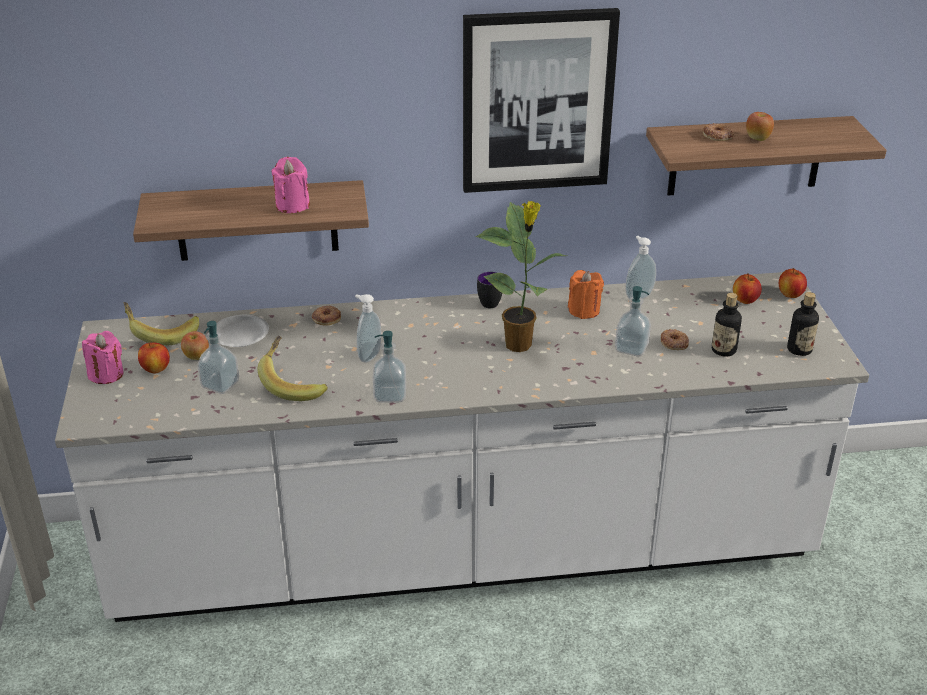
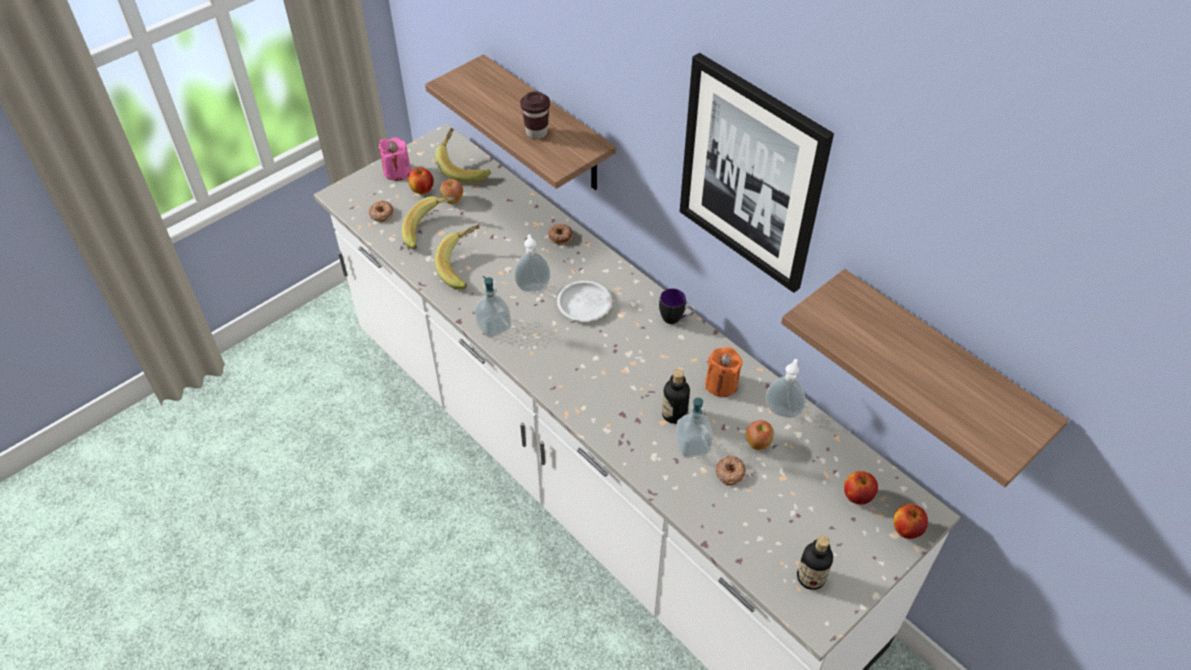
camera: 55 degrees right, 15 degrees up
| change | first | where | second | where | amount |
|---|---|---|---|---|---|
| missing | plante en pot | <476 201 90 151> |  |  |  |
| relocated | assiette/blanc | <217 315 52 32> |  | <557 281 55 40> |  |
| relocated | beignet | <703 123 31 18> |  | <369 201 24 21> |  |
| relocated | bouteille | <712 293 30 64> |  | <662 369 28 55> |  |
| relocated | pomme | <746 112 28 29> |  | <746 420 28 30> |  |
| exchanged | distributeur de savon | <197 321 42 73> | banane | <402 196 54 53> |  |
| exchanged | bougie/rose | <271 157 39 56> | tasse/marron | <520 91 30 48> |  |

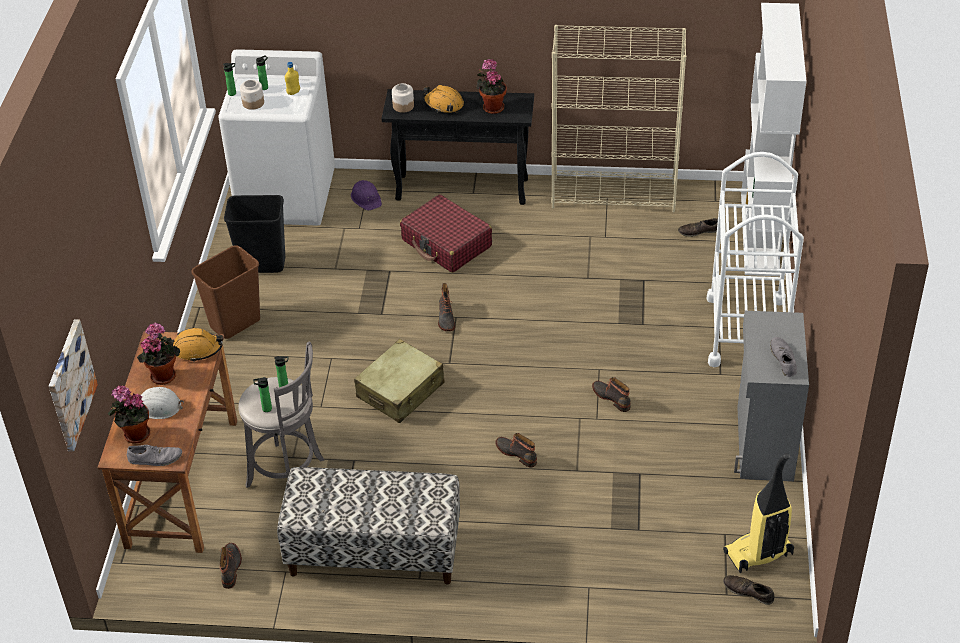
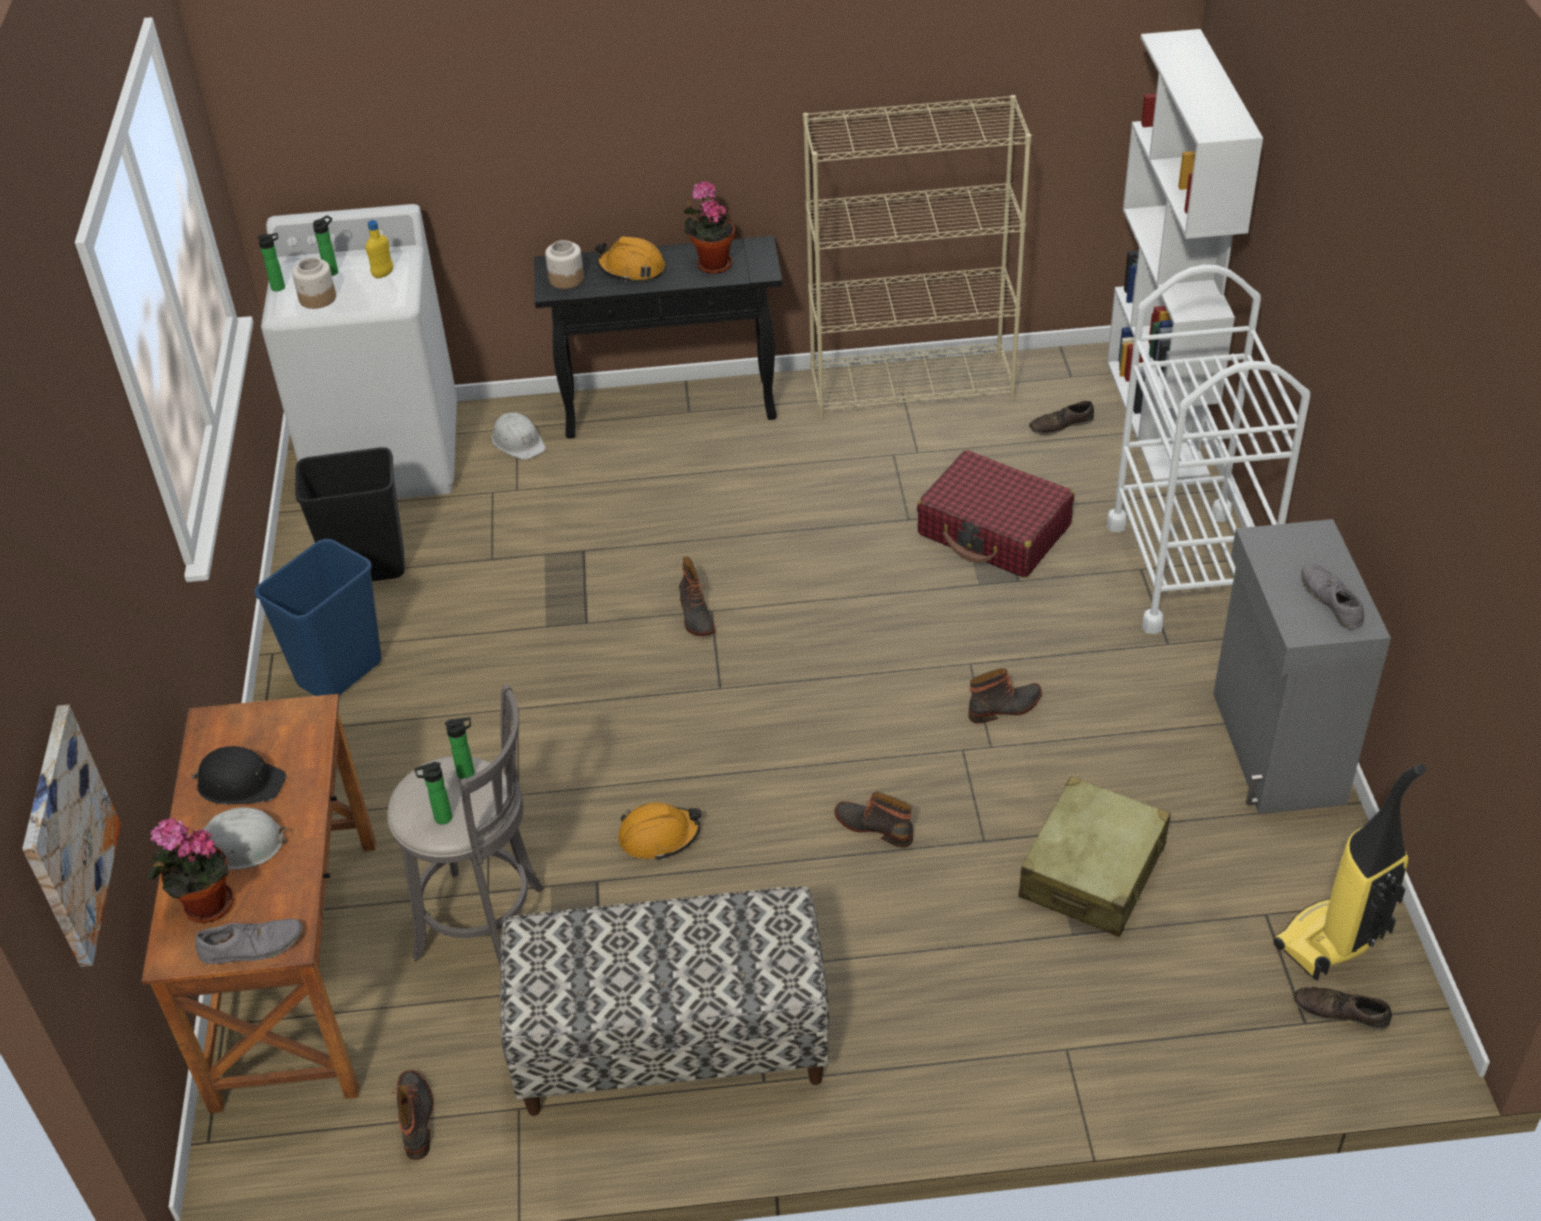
camera: 10 degrees left, 0 degrees up
| change | first | where | second | where | amount |
|---|---|---|---|---|---|
| relocated | casque de chantier/orange | <173 328 50 34> |  | <618 802 83 59> |  |
| relocated | valise/beige | <354 339 90 84> |  | <1018 776 153 161> |  |
| relocated | valise/rouge | <400 195 92 78> |  | <917 450 157 128> |  |
| exchanged | plante en pot | <137 323 43 62> | casque de chantier/noir | <190 746 96 58> |  |
| colour | poubelle/marron | <191 245 69 94> | poubelle/bleu | <254 539 128 157> |  |
| colour | casque de chantier/violet | <351 180 31 30> | casque de chantier/blanc | <492 412 54 48> |  |
| spun | botte | <592 377 39 35> |  | <968 668 74 56> | 120 degrees clockwise |

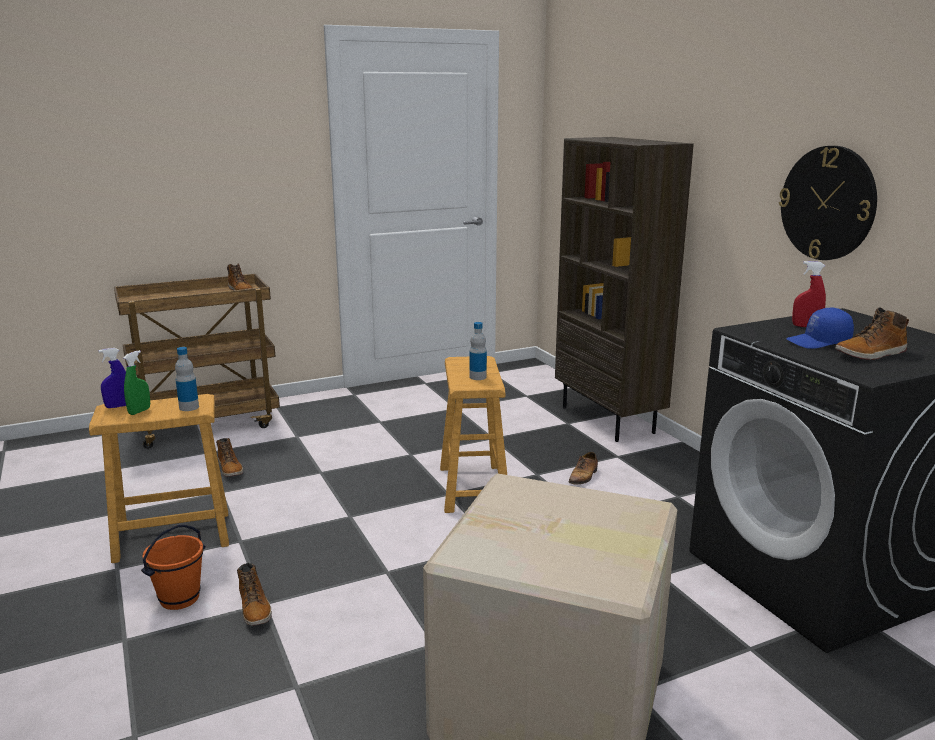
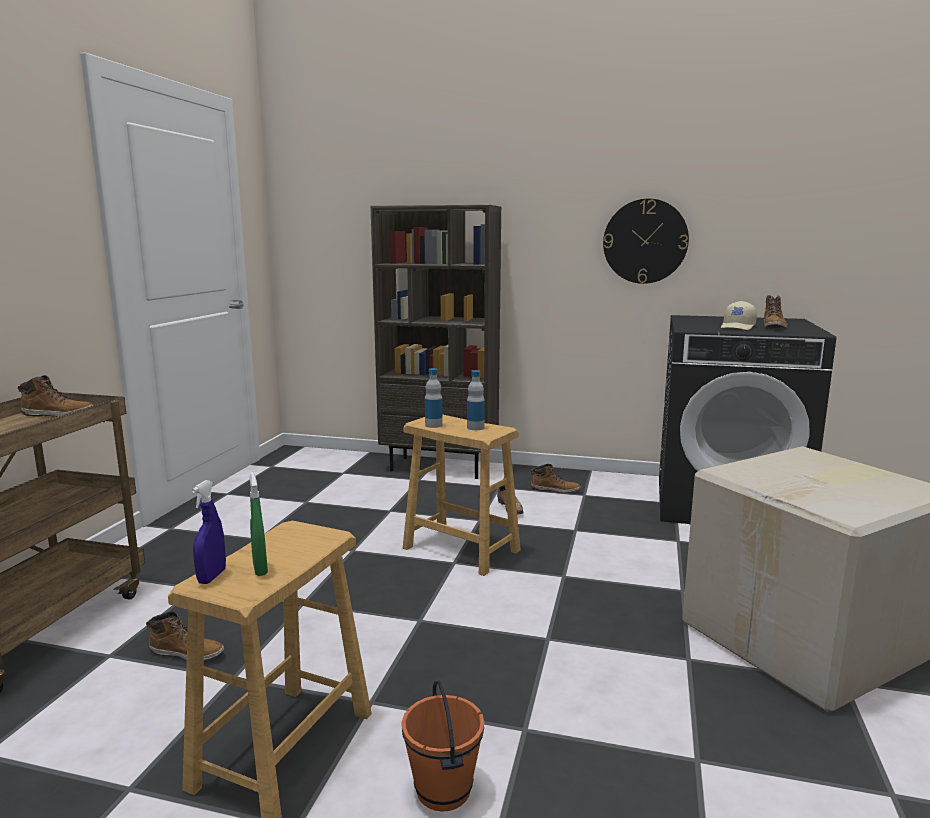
camera: 50 degrees left, 5 degrees down
| change | first | where | second | where | amount |
|---|---|---|---|---|---|
| missing | vaporisateur/rouge | <792 261 34 66> |  |  |  |
| relocated | bouteille | <175 347 24 64> |  | <425 368 17 60> |  |
| relocated | botte | <237 563 35 63> |  | <531 464 50 29> |  |
| colour | casquette/bleu | <786 308 68 41> | casquette/beige | <721 301 36 29> |  |

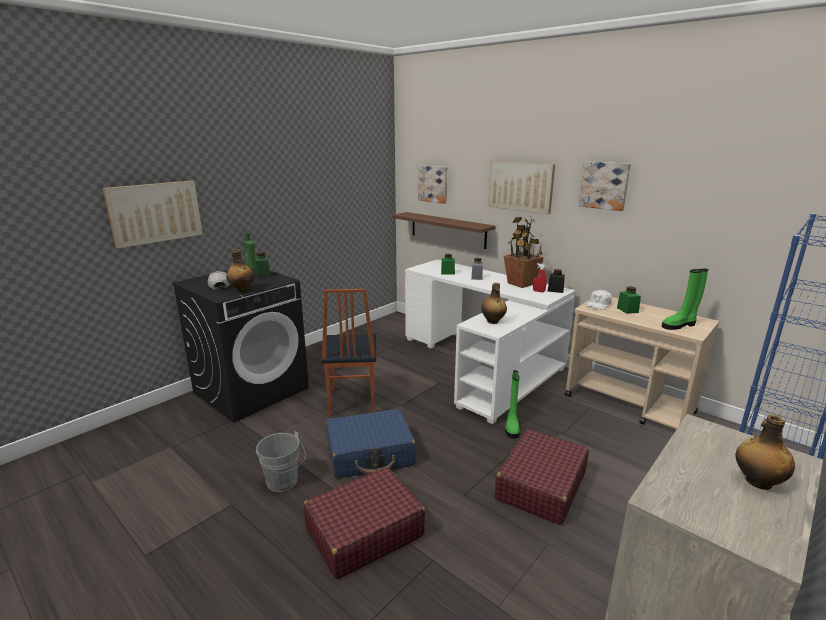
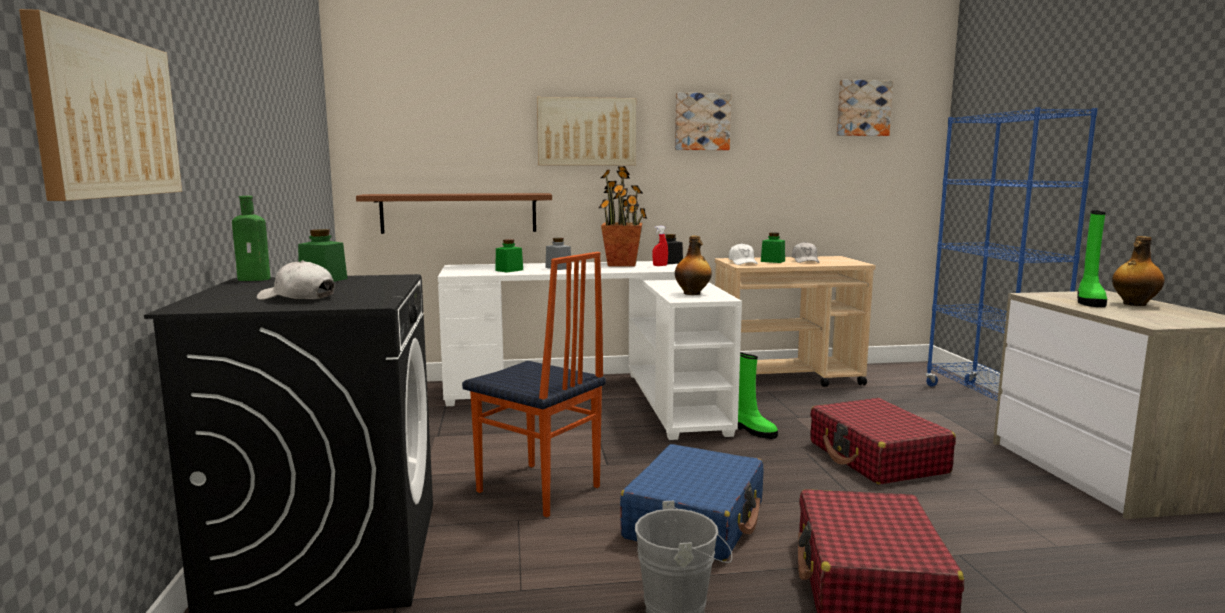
camera: 50 degrees left, 10 degrees down
| change | first | where | second | where | amount |
|---|---|---|---|---|---|
| missing | bouteille | <226 249 28 43> |  |  |  |
| appeared |  |  | casquette/blanc | <792 242 28 21> |  |
| relocated | tableau | <418 165 30 39> |  | <837 80 56 56> |  |
| relocated | botte/vert | <662 269 46 61> |  | <1077 210 30 97> |  |

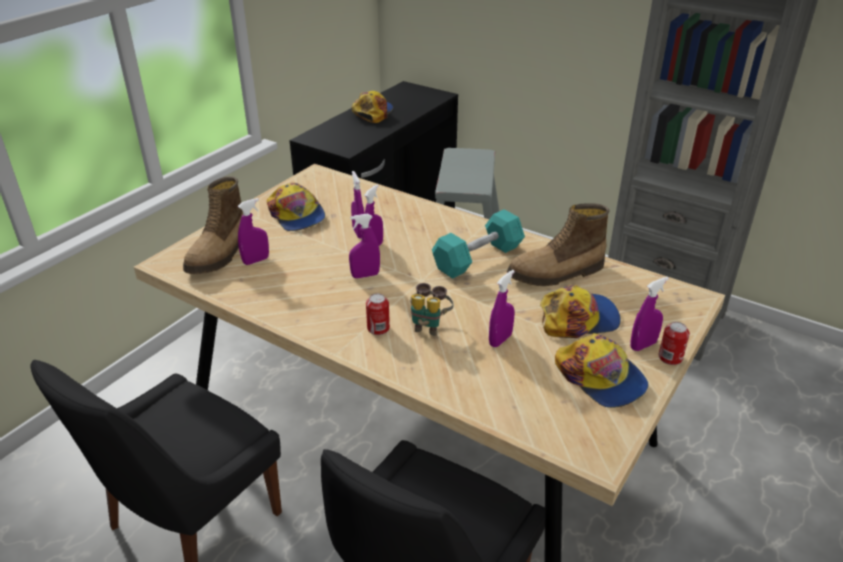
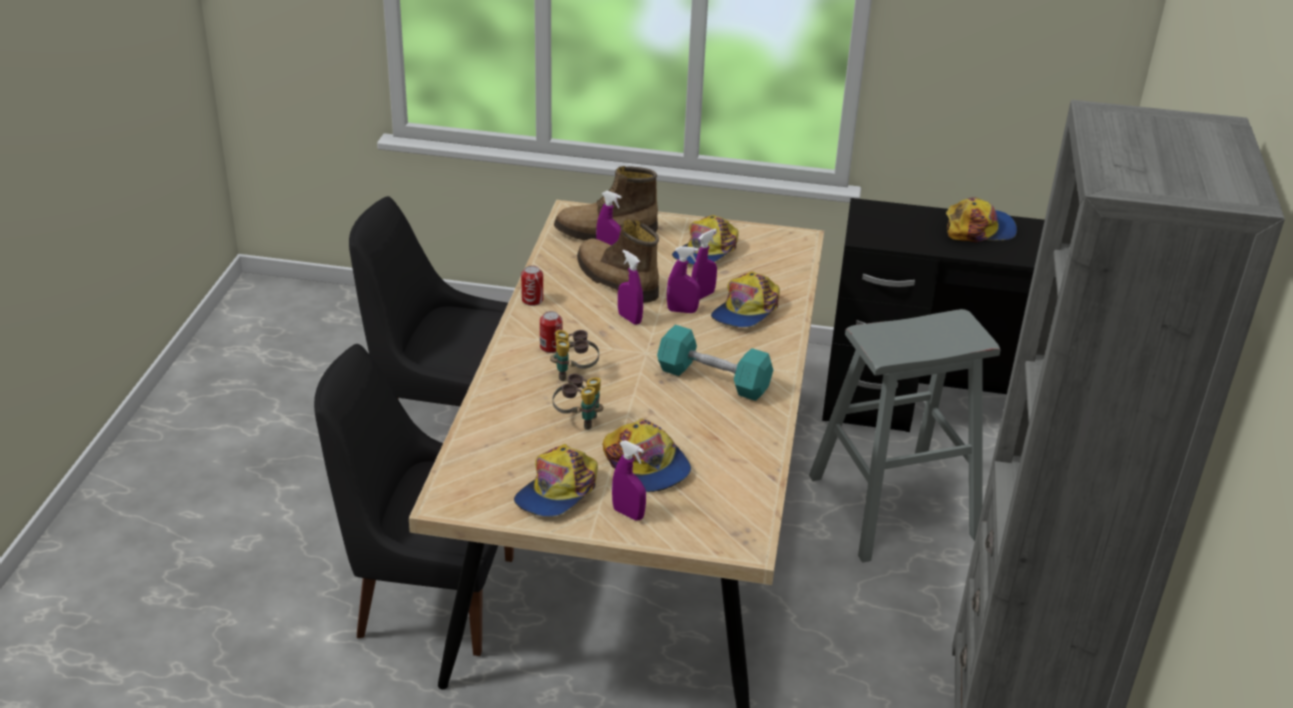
camera: 65 degrees right, 0 degrees up
| change | first | where | second | where | amount |
|---|---|---|---|---|---|
| appeared |  |  | casquette | <711 272 69 55> |  |
| relocated | botte | <507 203 103 83> |  | <577 219 82 84> |  |
| relocated | boîte métallique | <659 322 31 43> |  | <521 266 22 40> |  |
| exchanged | vaporisateur/violet | <489 270 26 77> | jumelles | <552 373 51 57> |  |

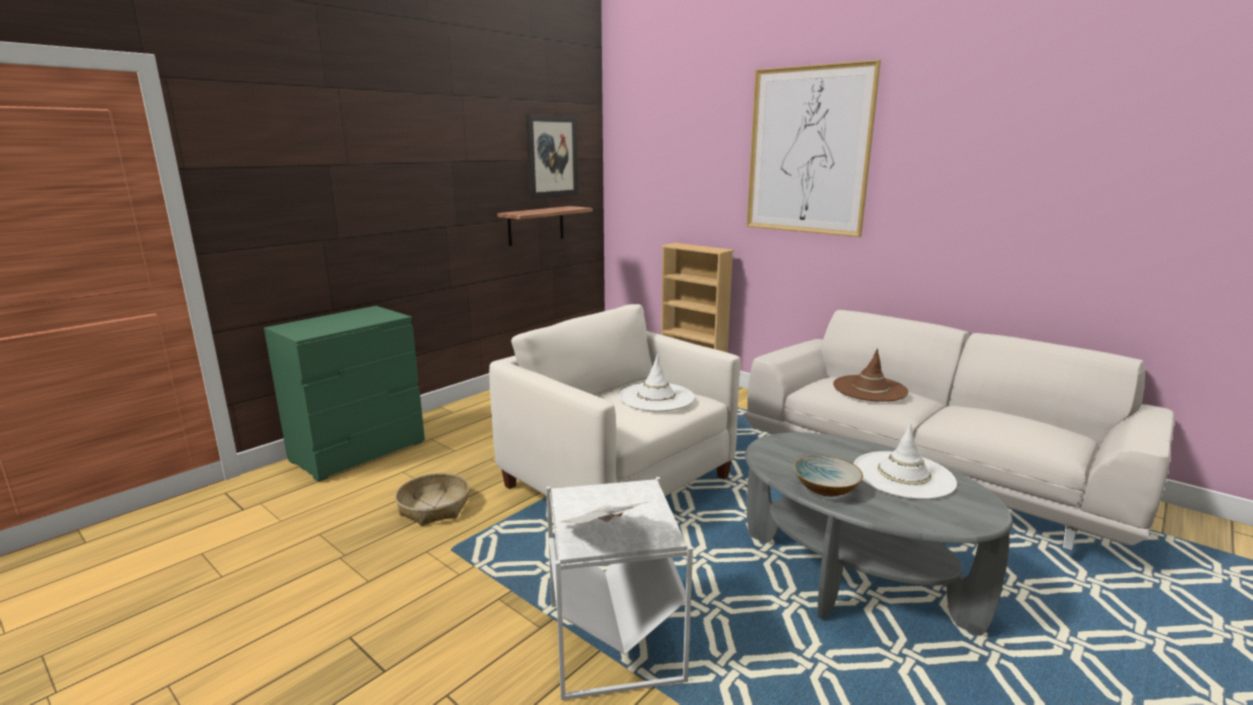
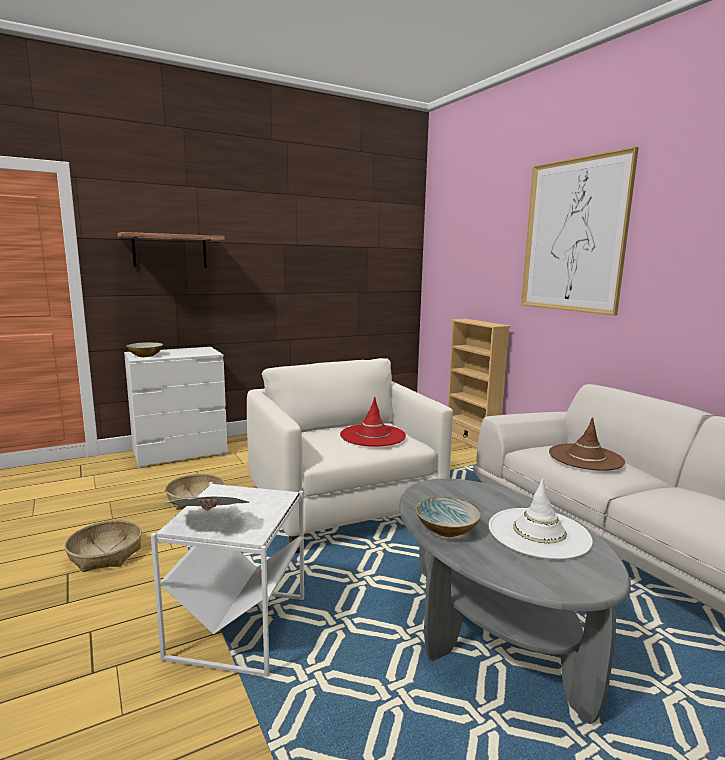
camera: 20 degrees right, 5 degrees down
| change | first | where | second | where | amount |
|---|---|---|---|---|---|
| missing | tableau | <526 114 52 85> |  |  |  |
| appeared |  |  | panier | <64 520 78 52> |  |
| appeared |  |  | bol | <126 342 37 15> |  |
| relocated | étagère | <497 206 96 40> |  | <118 232 107 36> |  |
| colour | commode/vert | <264 306 161 176> | commode/blanc | <124 347 104 121> |  |
| colour | chapeau/blanc | <619 353 75 59> | chapeau/rouge | <340 397 66 50> |  |

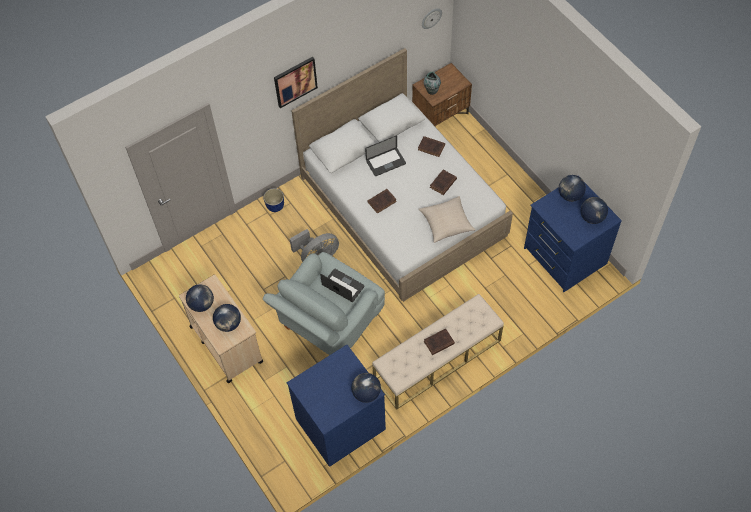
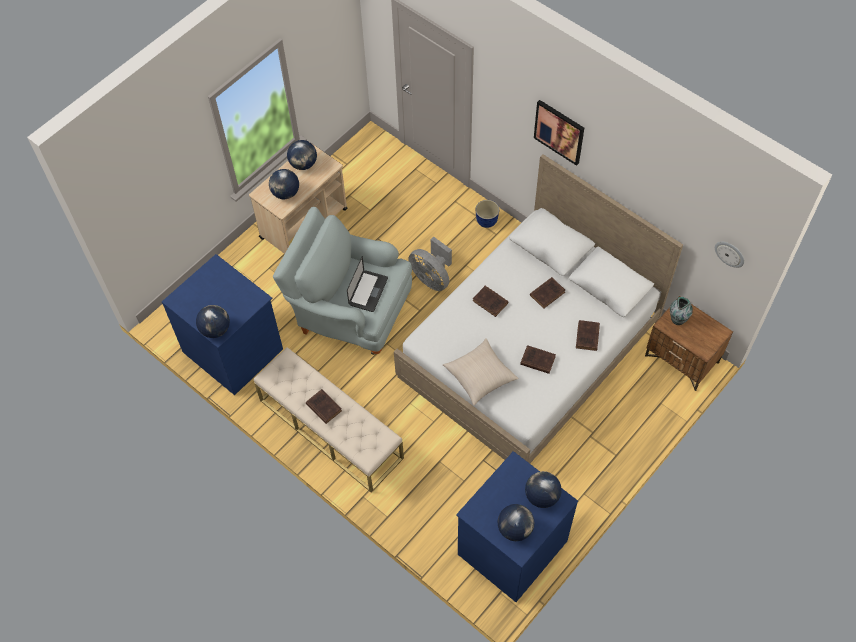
camera: 75 degrees right, 0 degrees up
| change | first | where | second | where | amount |
|---|---|---|---|---|---|
| exchanged | ordinateur portable | <365 136 41 40> | livre/marron | <530 277 35 32> |  |

